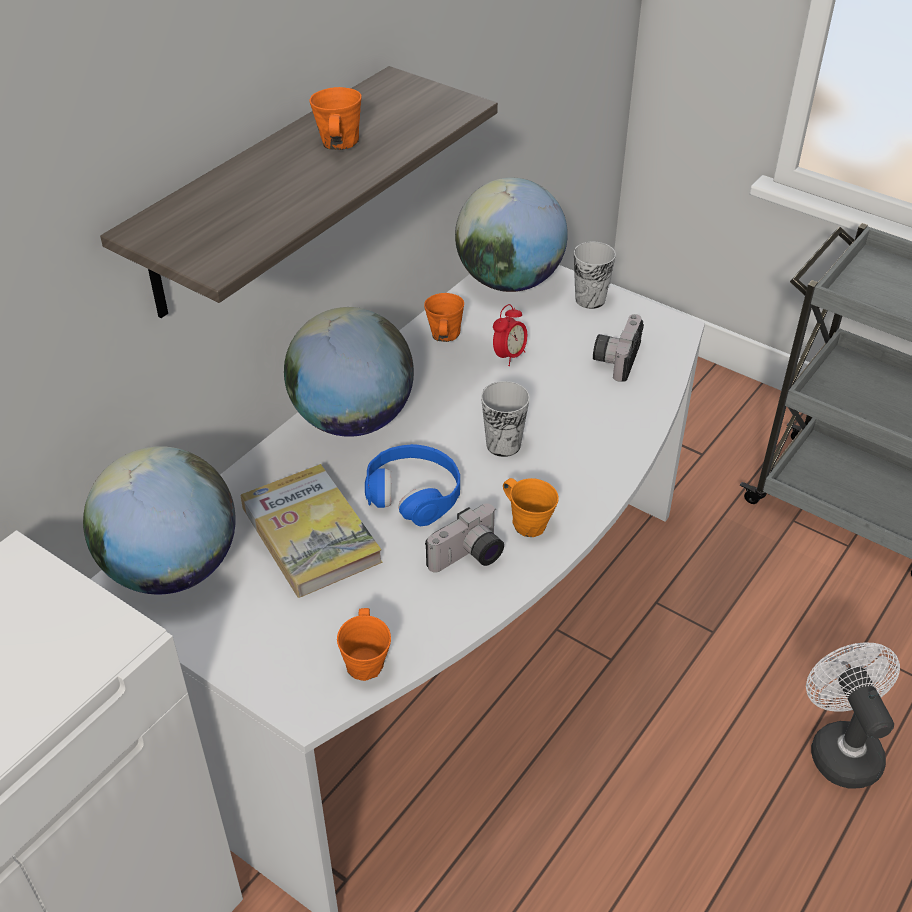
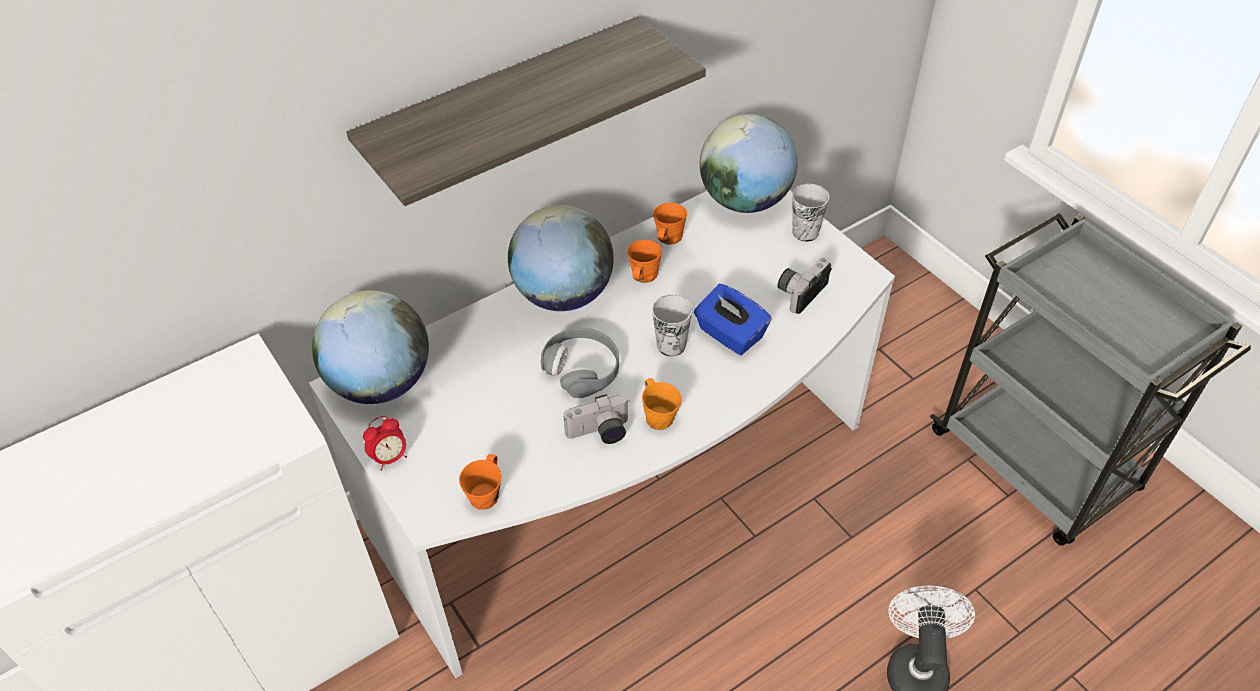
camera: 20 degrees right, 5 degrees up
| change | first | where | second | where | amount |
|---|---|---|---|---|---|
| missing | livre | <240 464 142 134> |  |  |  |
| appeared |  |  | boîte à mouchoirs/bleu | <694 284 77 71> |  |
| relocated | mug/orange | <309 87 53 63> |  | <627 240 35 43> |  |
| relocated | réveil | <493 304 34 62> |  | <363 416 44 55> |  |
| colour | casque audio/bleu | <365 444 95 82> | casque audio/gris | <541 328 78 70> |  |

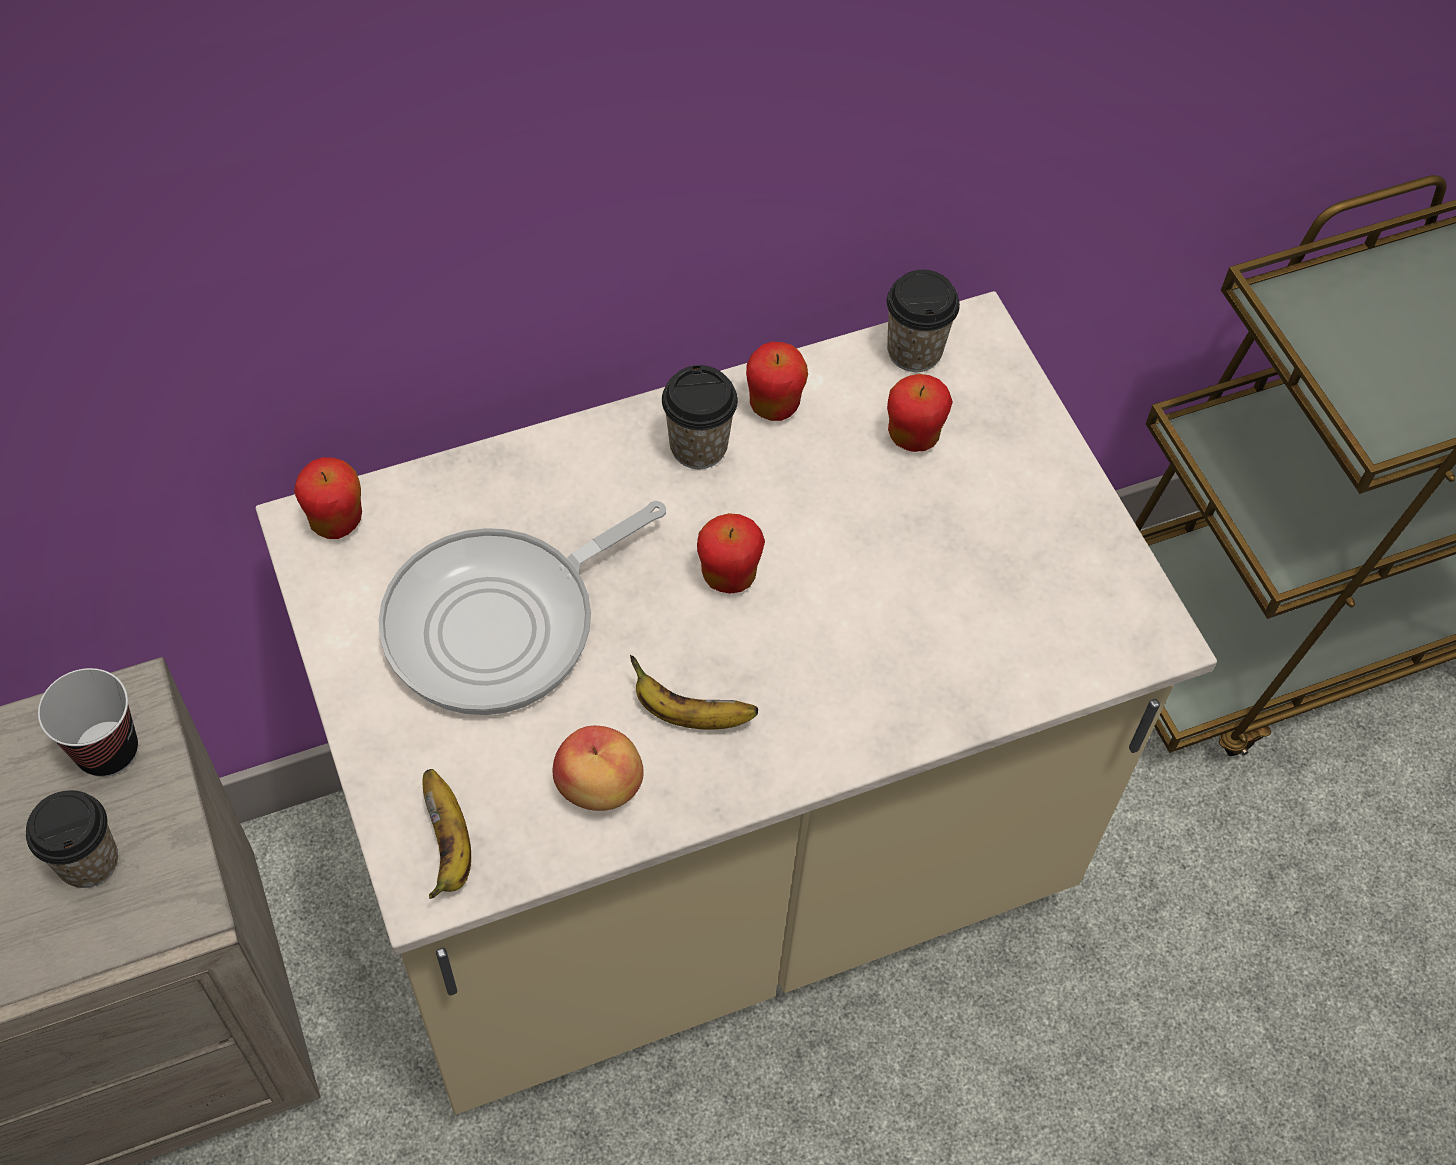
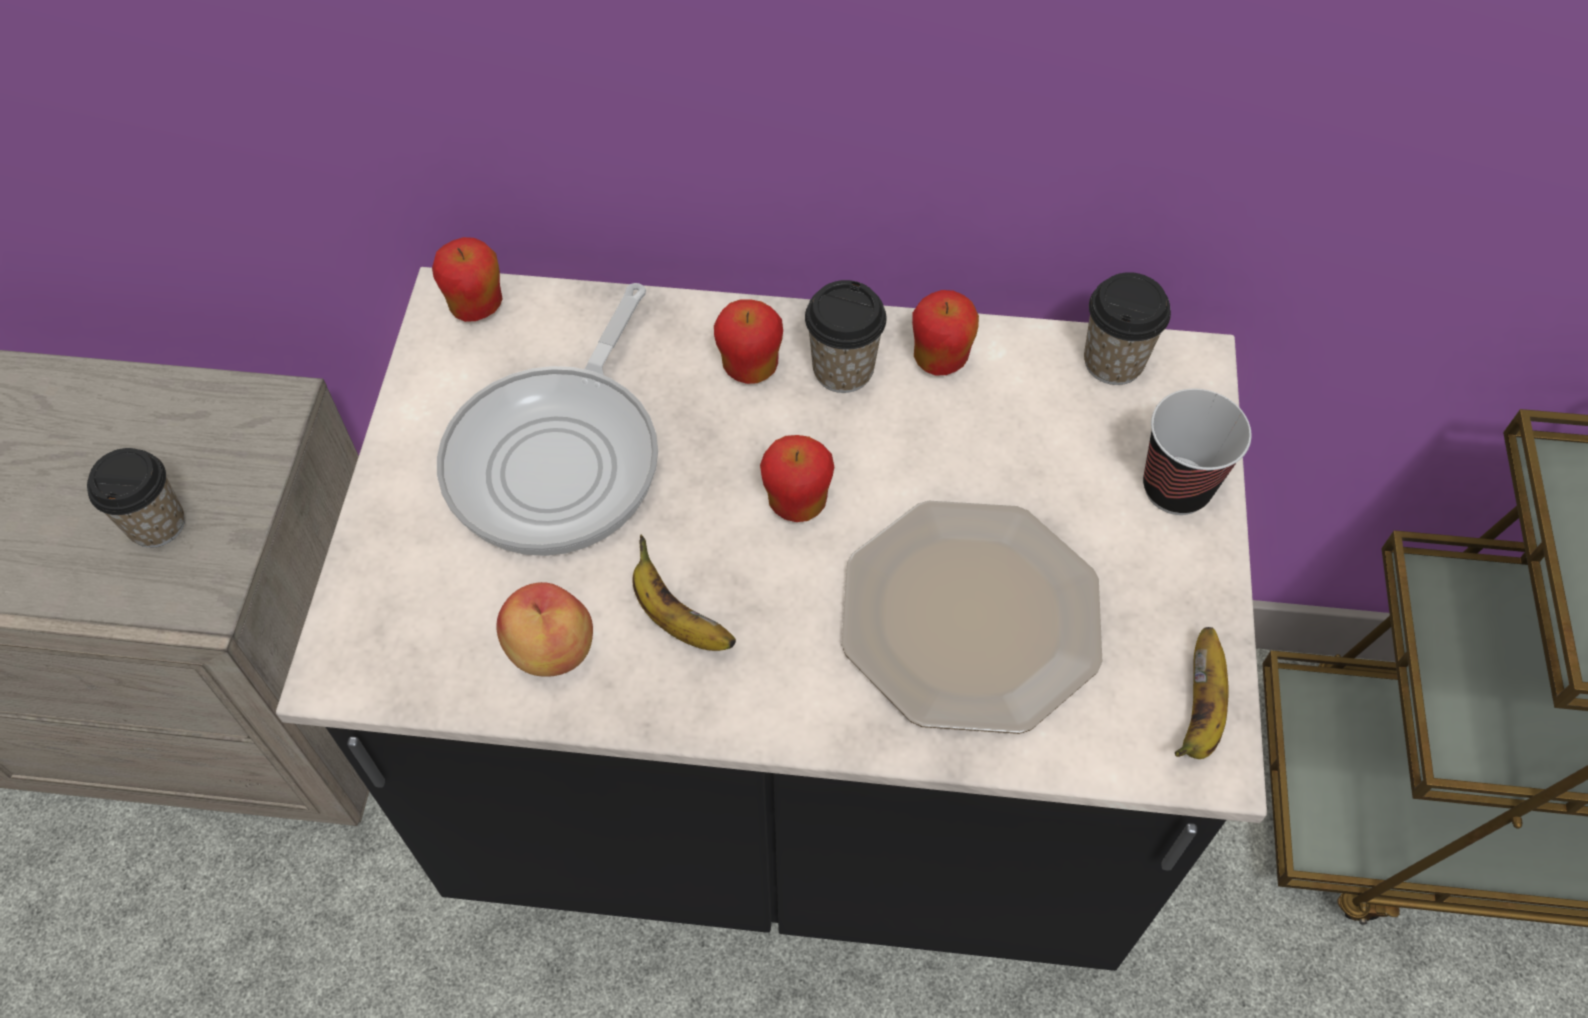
camera: 30 degrees right, 0 degrees up
| change | first | where | second | where | amount |
|---|---|---|---|---|---|
| appeared |  |  | assiette | <842 500 261 234> |  |
| relocated | tasse | <38 668 100 109> |  | <1143 389 109 126> |  |
| relocated | banane | <422 769 49 130> |  | <1175 627 53 132> |  |
| relocated | pomme | <887 374 66 78> |  | <714 299 69 85> |  |
| colour | comptoir de cuisine/beige | <256 291 961 823> | comptoir de cuisine/noir | <276 267 991 704> |  |
| spun | poêle | <378 500 288 215> |  | <437 283 221 273> | 60 degrees counterclockwise |

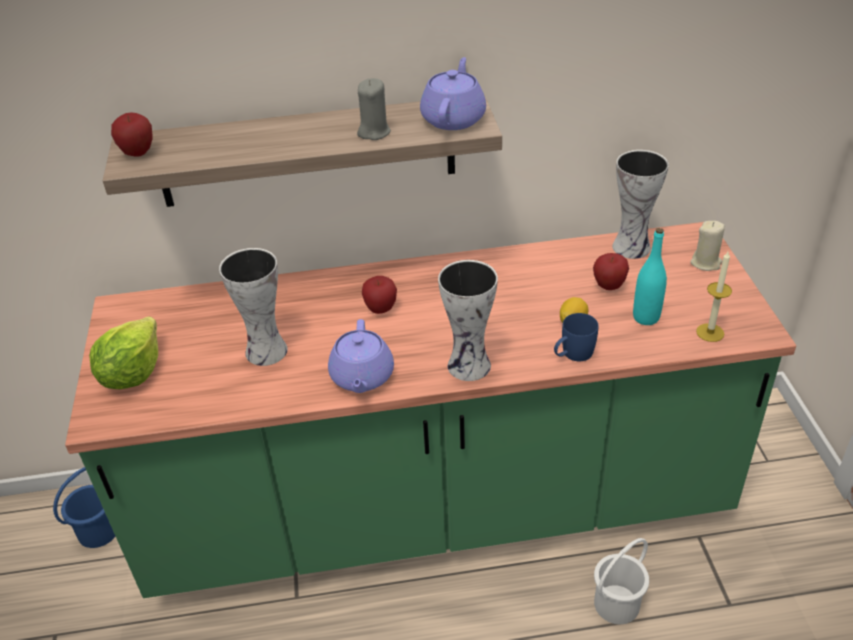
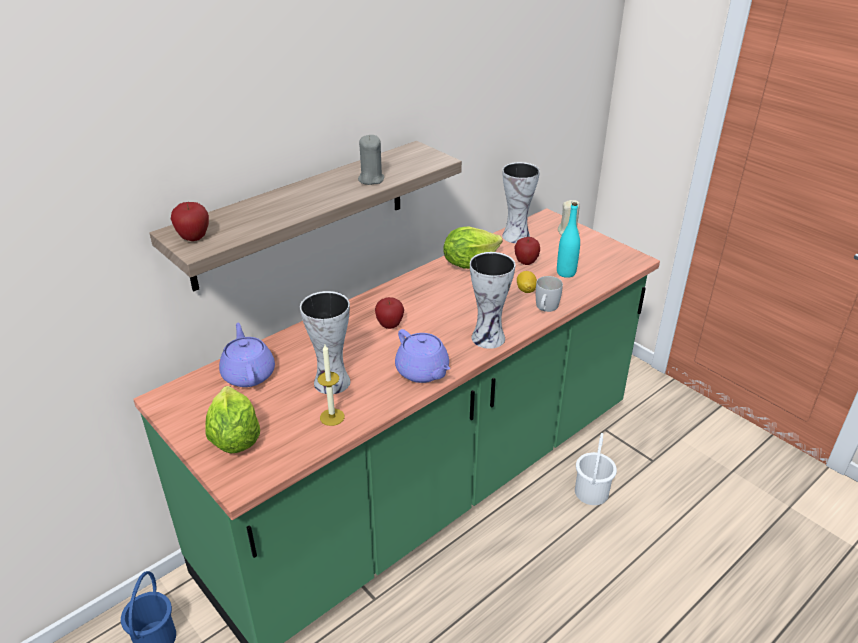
camera: 35 degrees left, 5 degrees down
| change | first | where | second | where | amount |
|---|---|---|---|---|---|
| appeared |  |  | laitue | <443 226 59 43> |  |
| relocated | théière/violet | <420 57 66 73> |  | <219 323 56 64> |  |
| relocated | bougie | <696 252 36 90> |  | <318 345 27 81> |  |
| colour | mug/bleu | <554 313 44 48> | mug/blanc | <536 276 27 36> |  |

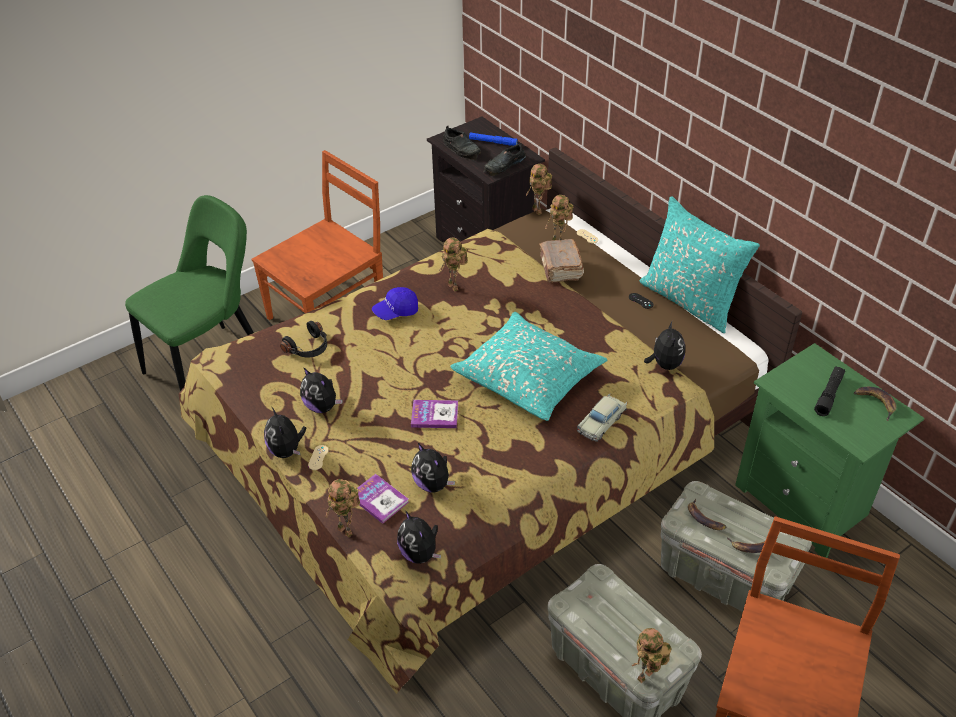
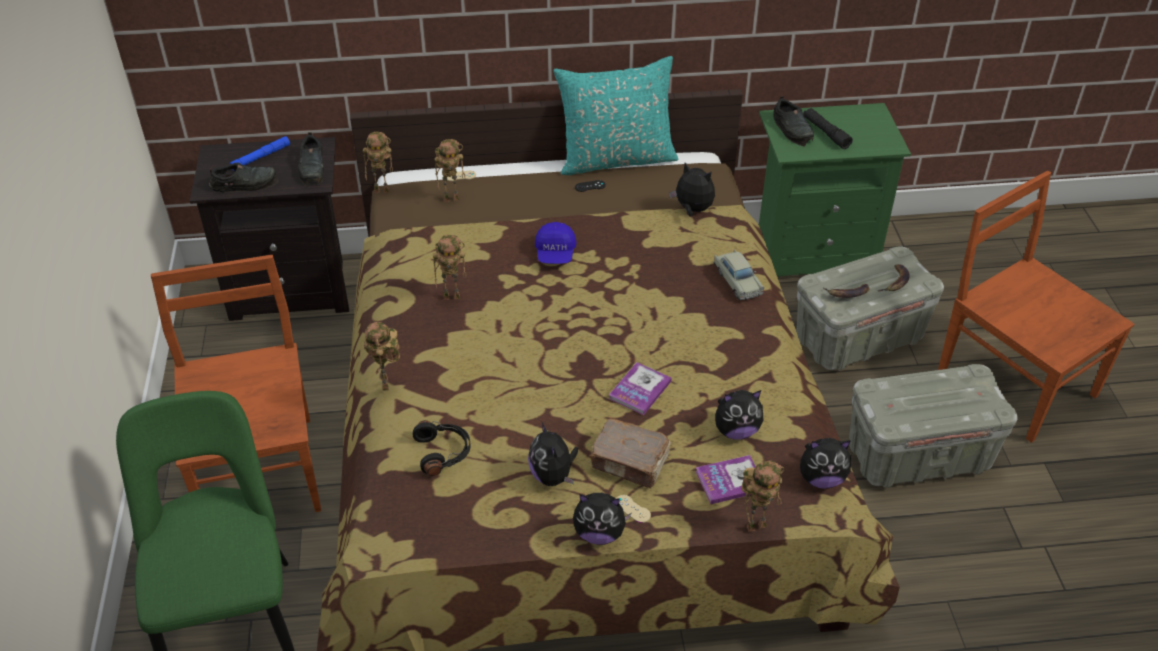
camera: 60 degrees left, 0 degrees up
| change | first | where | second | where | amount |
|---|---|---|---|---|---|
| missing | coussin/turquoise | <451 312 156 109> |  |  |  |
| missing | banane | <854 387 42 34> |  |  |  |
| appeared |  |  | chaussure/noir | <773 96 41 50> |  |
| relocated | casquette/bleu | <372 287 46 33> |  | <535 222 41 42> |  |
| relocated | livre/marron | <539 239 45 44> |  | <589 418 82 71> |  |
| relocated | robot jouet | <632 628 39 55> |  | <364 322 36 69> |  |
| spun | peluche | <300 367 43 46> |  | <528 423 50 63> | 90 degrees clockwise |

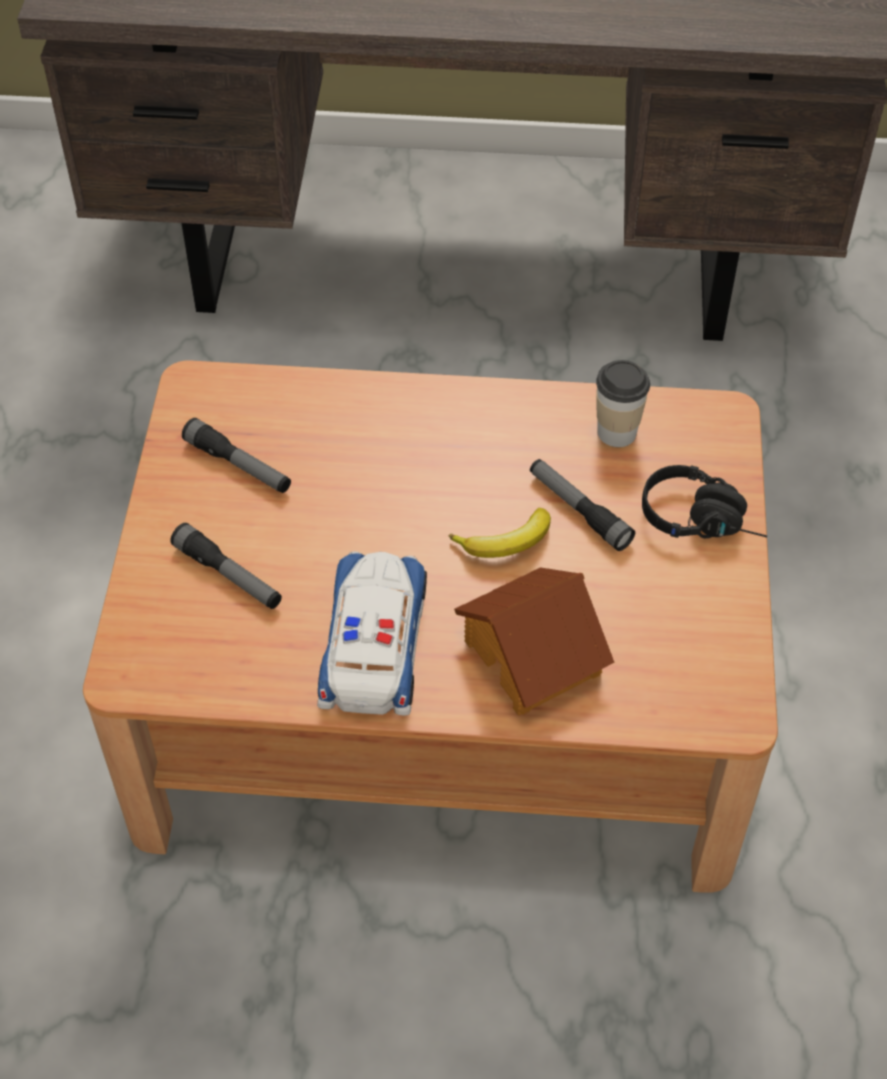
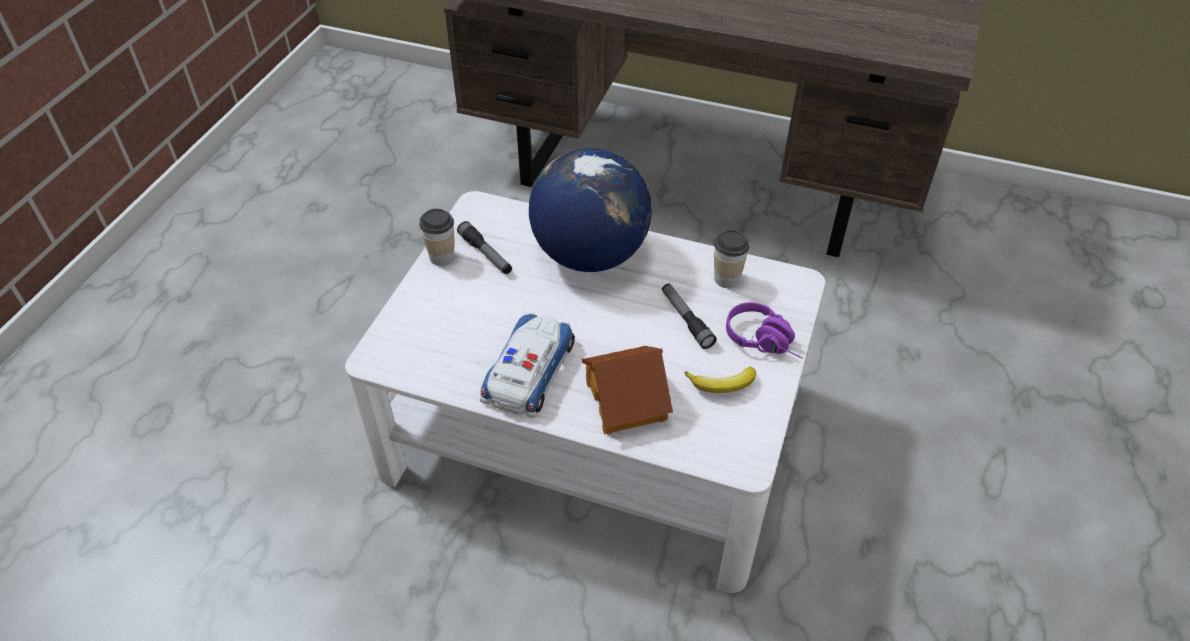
camera: 15 degrees right, 5 degrees down
| change | first | where | second | where | amount |
|---|---|---|---|---|---|
| missing | lampe de poche | <170 523 112 86> |  |  |  |
| appeared |  |  | tasse | <419 209 36 57> |  |
| appeared |  |  | globe | <529 148 123 124> |  |
| relocated | banane | <448 508 103 50> |  | <684 367 72 26> |  |
| colour | table basse/marron | <83 360 695 533> | table basse/blanc | <345 191 480 402> |  |
| colour | casque audio/noir | <642 465 125 73> | casque audio/violet | <726 302 77 56> |  |

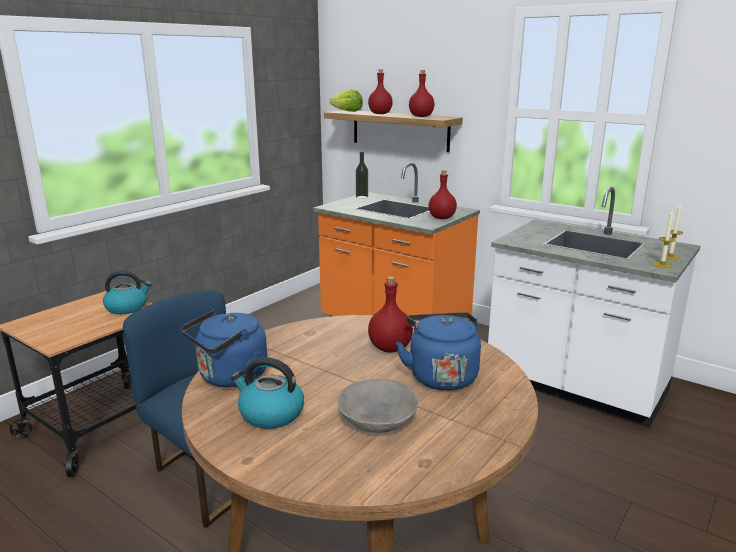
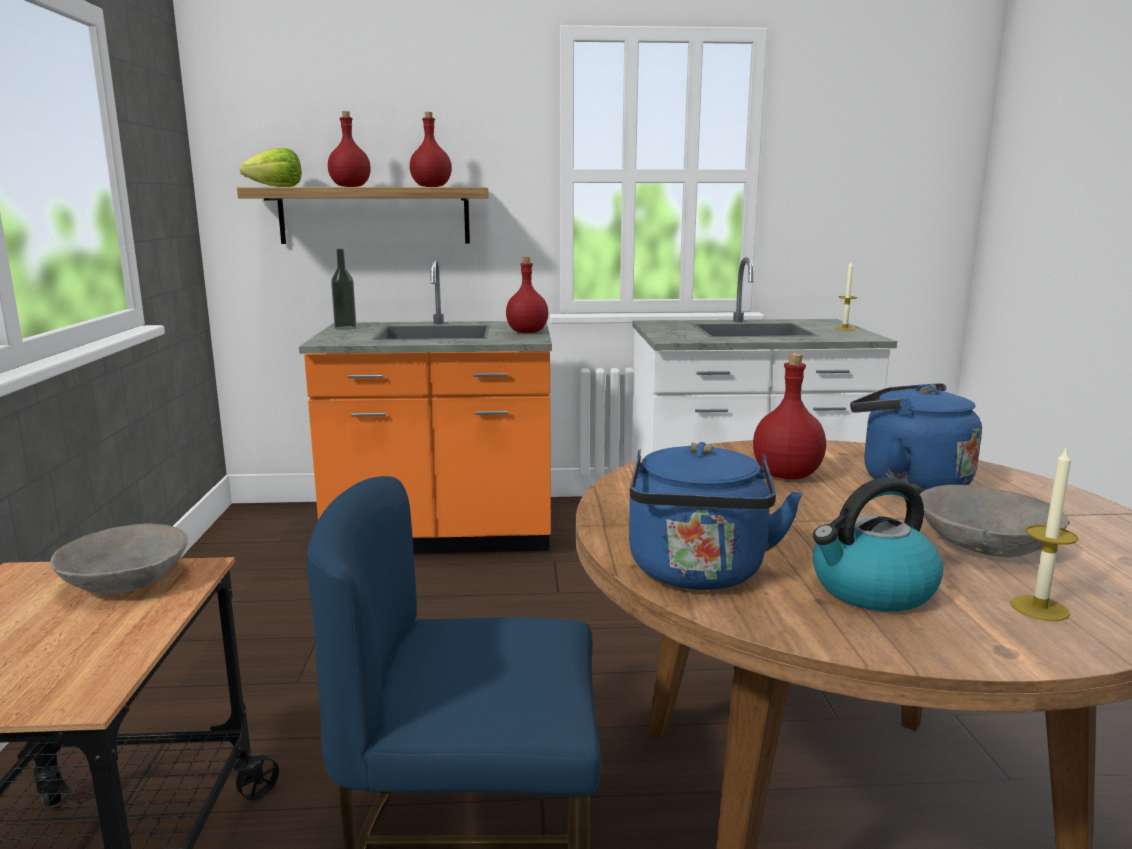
camera: 40 degrees left, 5 degrees down
| change | first | where | second | where | amount |
|---|---|---|---|---|---|
| relocated | bougie | <653 209 23 59> |  | <1010 446 69 175> |  |
| exchanged | bouilloire | <103 271 49 43> | bol/gris | <50 524 138 71> |  |

